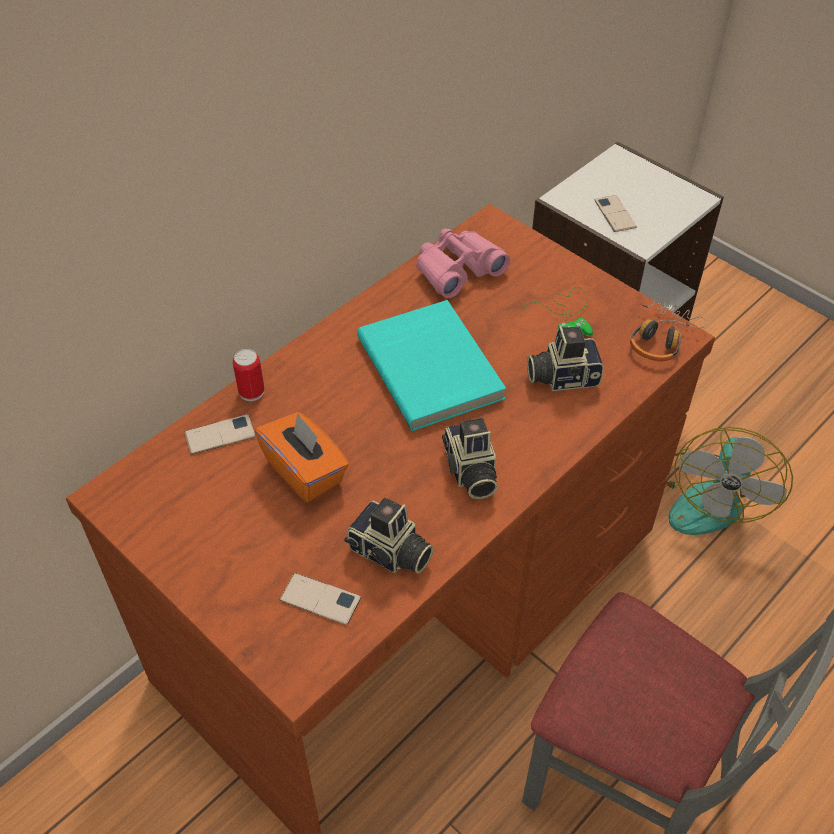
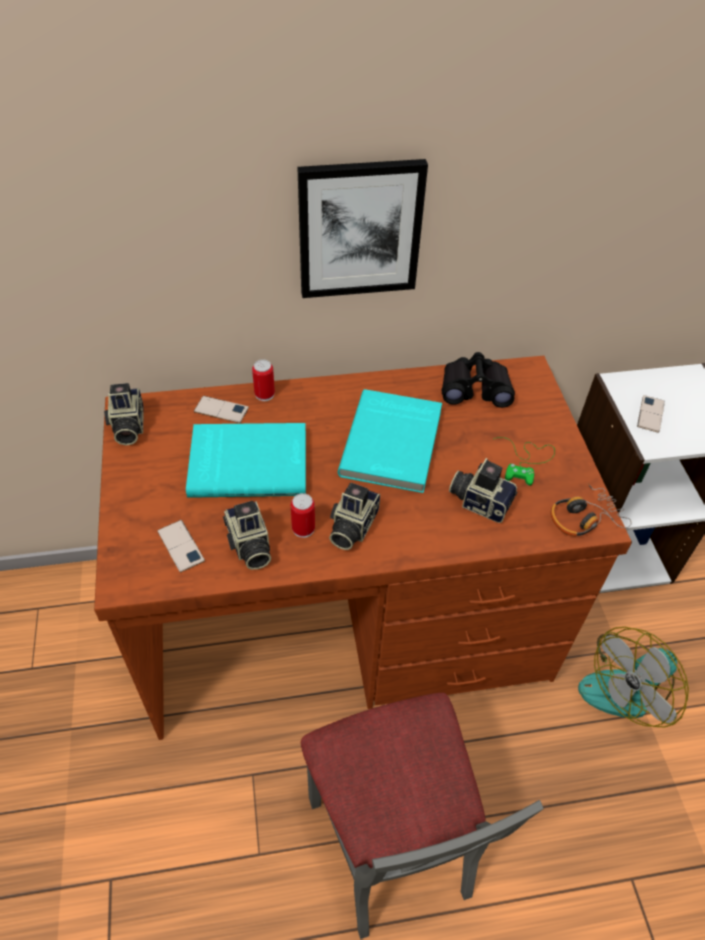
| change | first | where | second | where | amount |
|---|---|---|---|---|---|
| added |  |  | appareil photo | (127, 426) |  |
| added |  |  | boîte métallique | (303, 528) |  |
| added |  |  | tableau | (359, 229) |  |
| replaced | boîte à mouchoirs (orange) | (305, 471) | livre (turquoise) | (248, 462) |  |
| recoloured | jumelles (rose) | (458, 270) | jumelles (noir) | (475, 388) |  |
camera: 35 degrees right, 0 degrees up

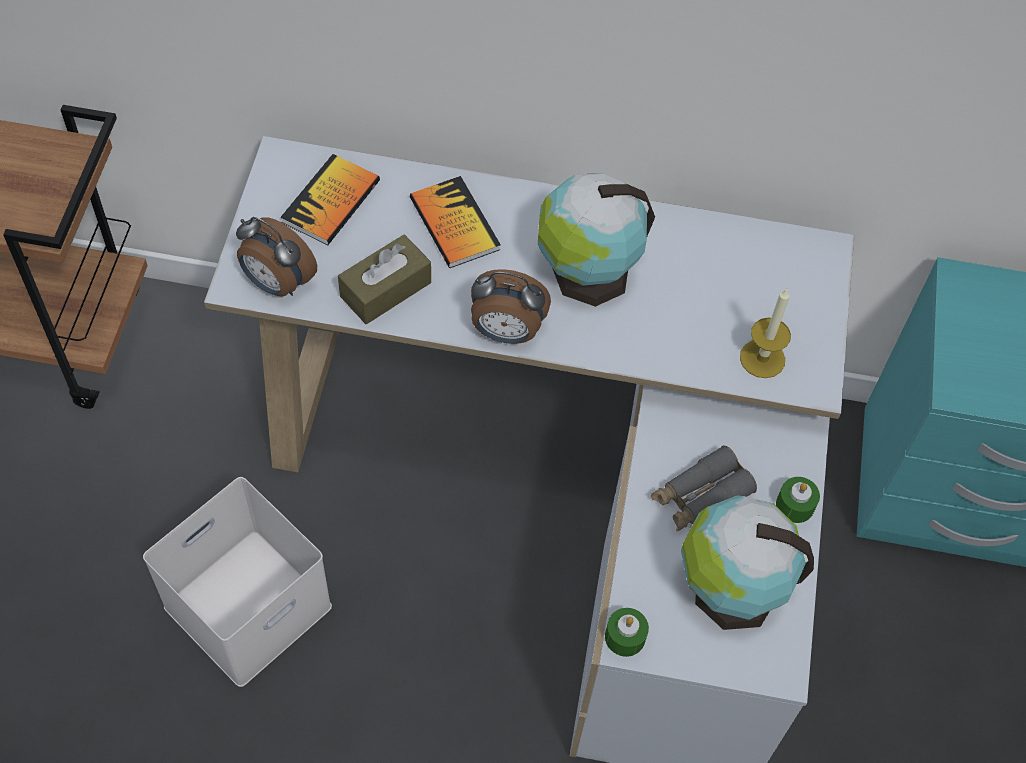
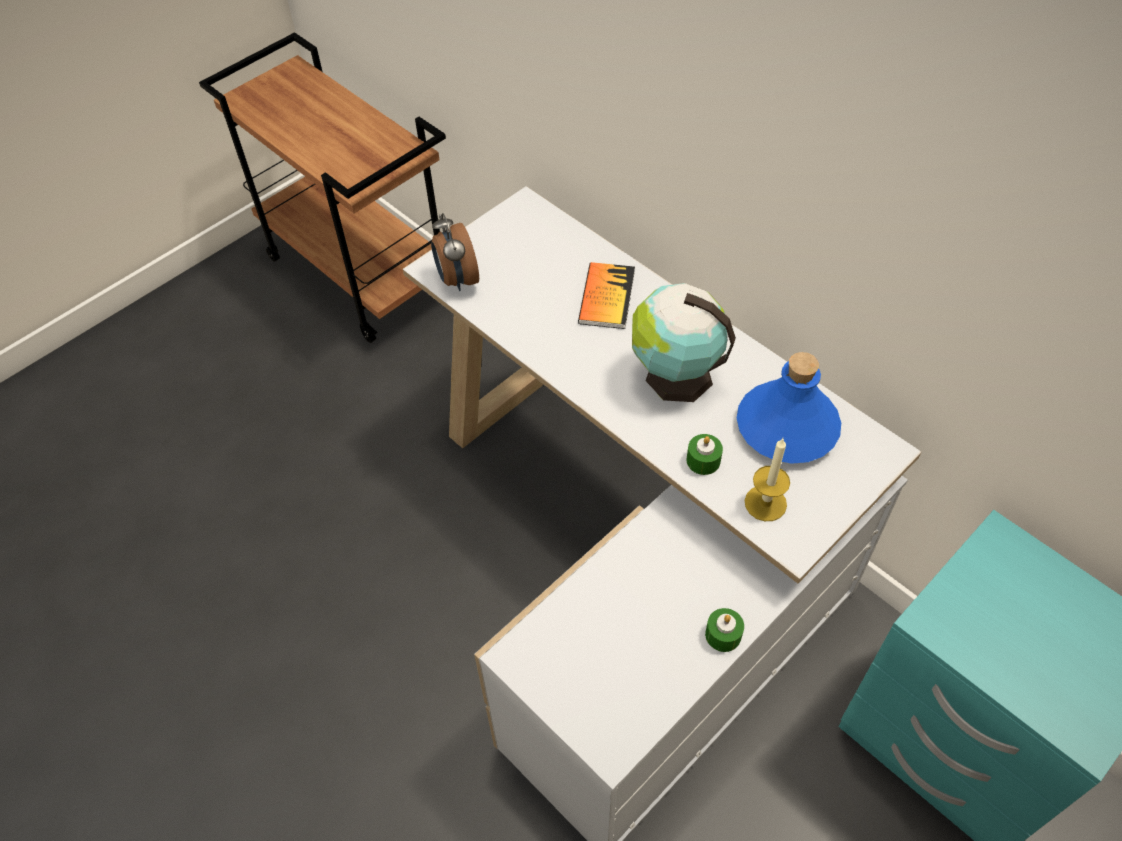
| change | first | where | second | where | amount |
|---|---|---|---|---|---|
| removed | boîte de rangement (blanc) | (248, 603) |  |  |  |
| removed | livre | (331, 201) |  |  |  |
| removed | boîte à mouchoirs (marron) | (385, 289) |  |  |  |
| removed | réveil | (506, 332) |  |  |  |
| removed | jumelles (gris) | (700, 496) |  |  |  |
| removed | globe | (729, 591) |  |  |  |
| added |  |  | bouteille (bleu) | (786, 426) |  |
| moved | bougie (vert) | (625, 637) |  | (703, 460) |  |
camera: 40 degrees right, 5 degrees down

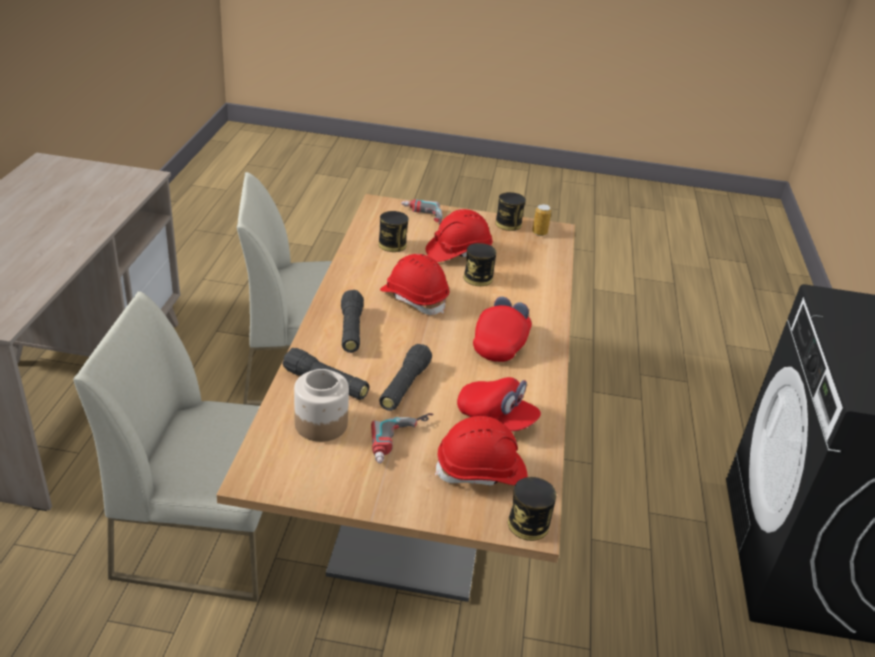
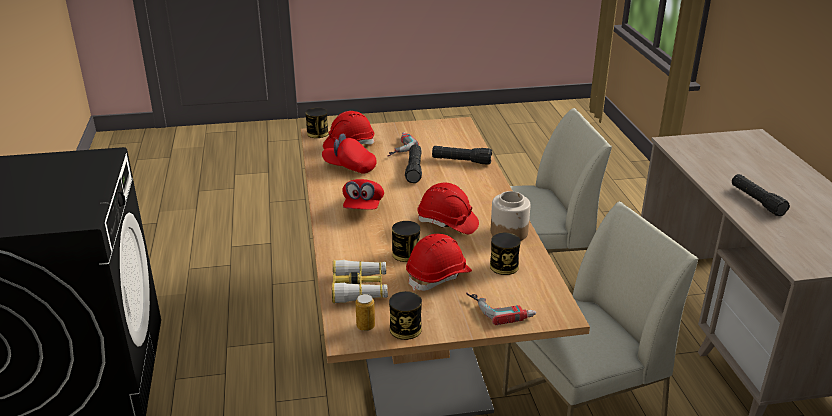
| change | first | where | second | where | amount |
|---|---|---|---|---|---|
| added |  |  | jumelles | (360, 288) |  |
| moved | bocal | (320, 424) |  | (509, 232) |  |
| moved | lampe de poche (noir) | (351, 330) |  | (757, 201) |  |
camera: 165 degrees right, 5 degrees down

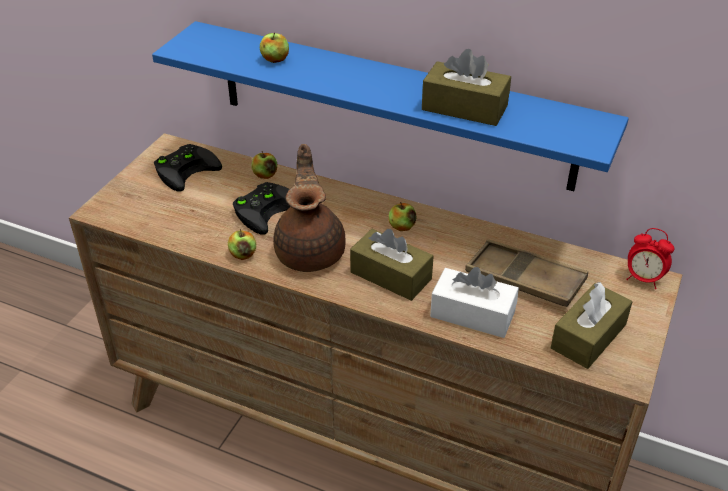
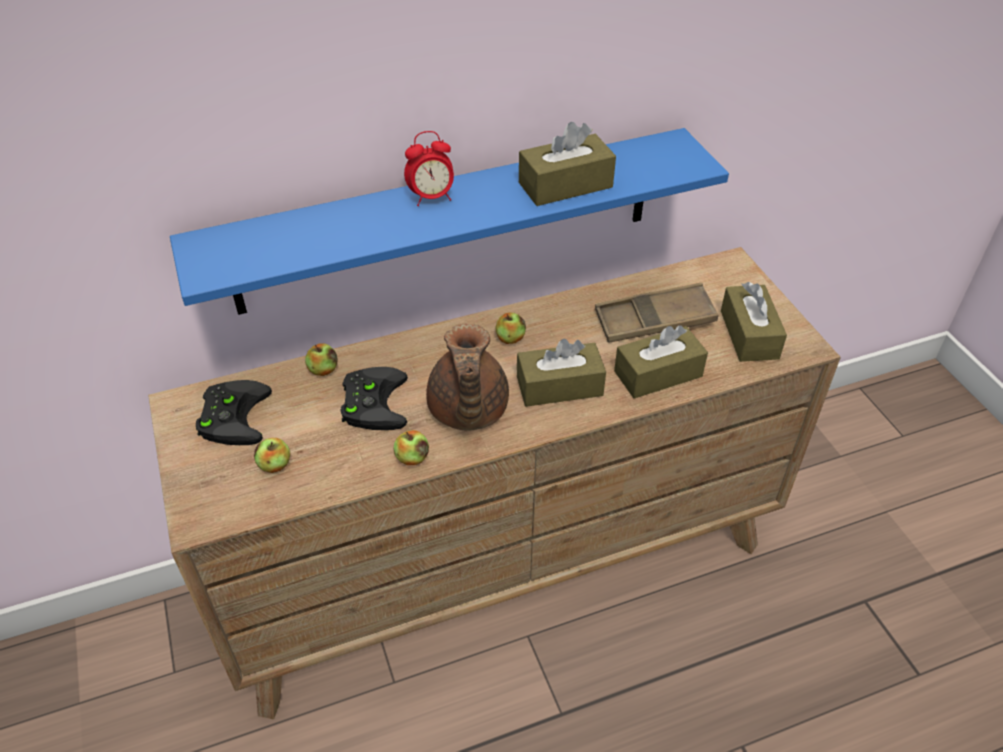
| change | first | where | second | where | amount |
|---|---|---|---|---|---|
| moved | pomme | (275, 59) |  | (275, 465) |  |
| moved | réveil | (643, 279) |  | (431, 198) |  |
| recoloured | boîte à mouchoirs (blanc) | (472, 314) | boîte à mouchoirs (marron) | (658, 374) |  |
| turned | théière (marron) | (311, 251) |  | (467, 411) | 135 degrees counterclockwise |
camera: 45 degrees left, 5 degrees up

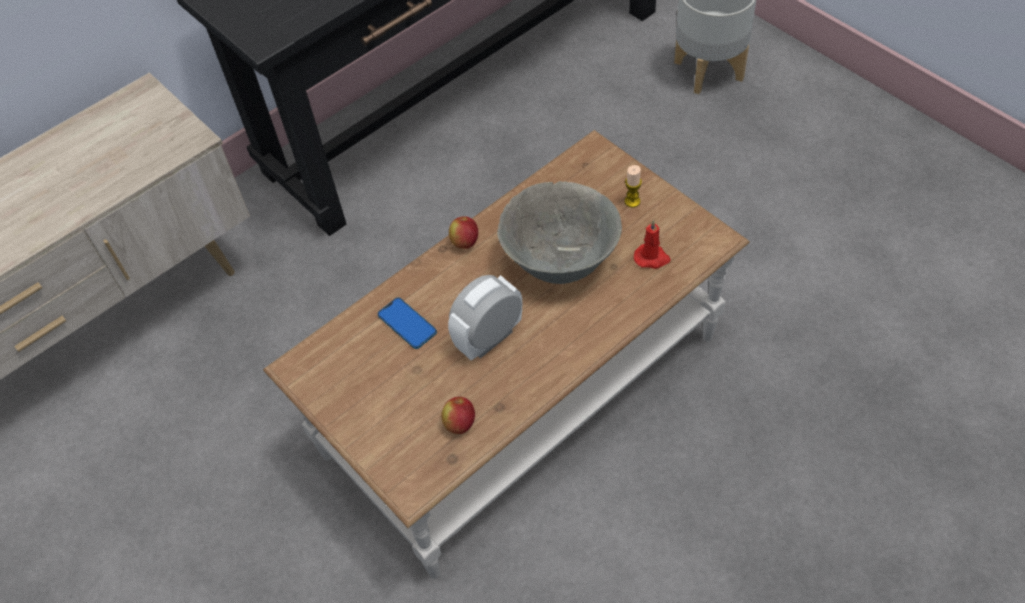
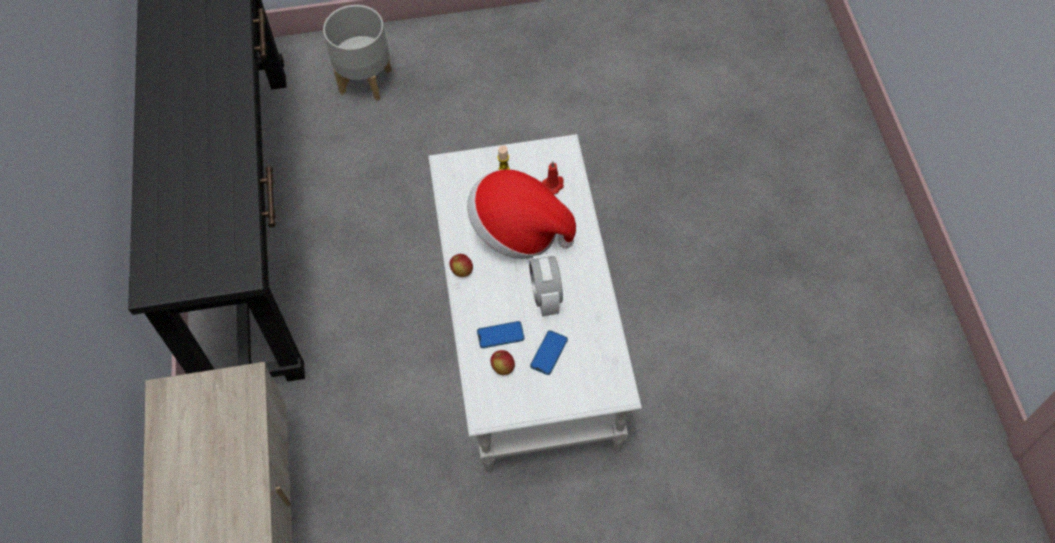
| change | first | where | second | where | amount |
|---|---|---|---|---|---|
| added |  |  | téléphone | (549, 353) |  |
| moved | pomme | (460, 423) |  | (503, 368) |  |
| replaced | bol (gris) | (560, 261) | chapeau | (518, 230) |  |
| recoloured | table basse (marron) | (522, 395) | table basse (blanc) | (530, 332) |  |
camera: 60 degrees left, 5 degrees up

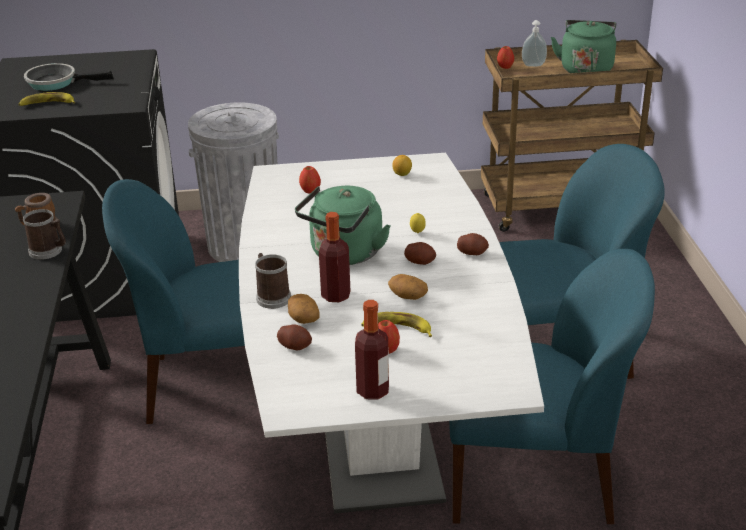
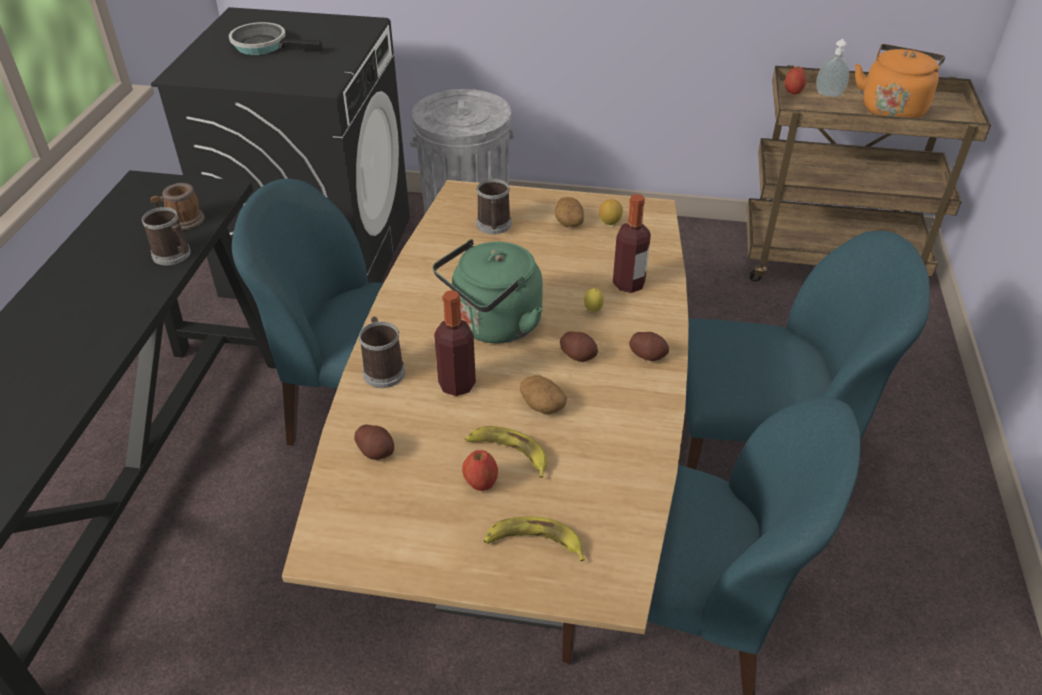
| change | first | where | second | where | amount |
|---|---|---|---|---|---|
| moved | banane | (47, 104) |  | (533, 543) |  |
| moved | pomme de terre | (303, 318) |  | (568, 221) |  |
| moved | bouteille | (373, 390) |  | (628, 284) |  |
| replaced | pomme | (310, 191) | mug | (494, 226) |  |
| recoloured | table à manger (blanc) | (377, 433) | table à manger (marron) | (521, 515) |  |
| recoloured | bouilloire (vert) | (585, 69) | bouilloire (orange) | (892, 109) |  |
camera: 15 degrees right, 10 degrees up

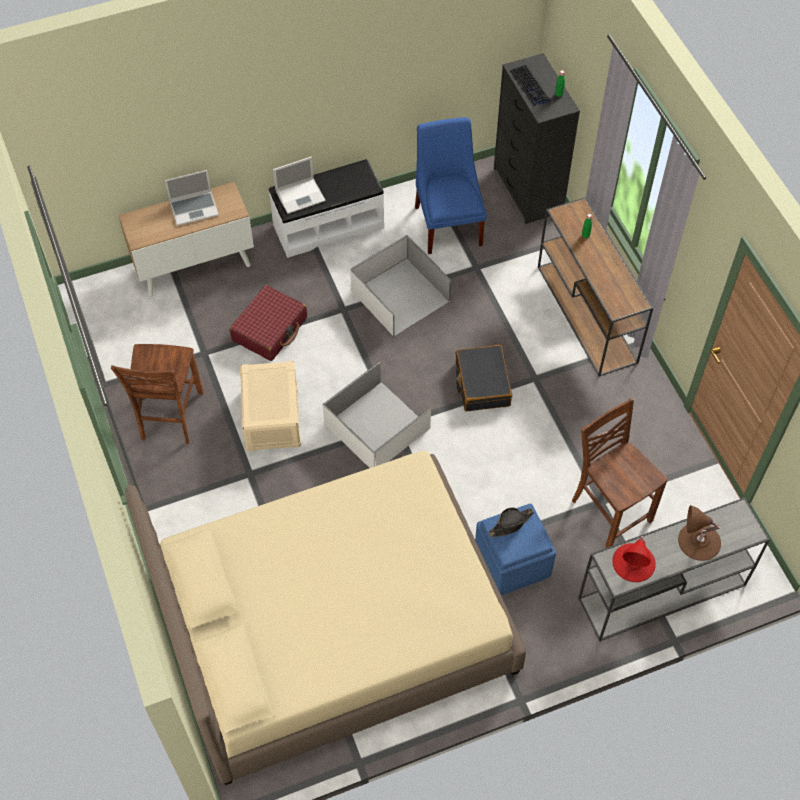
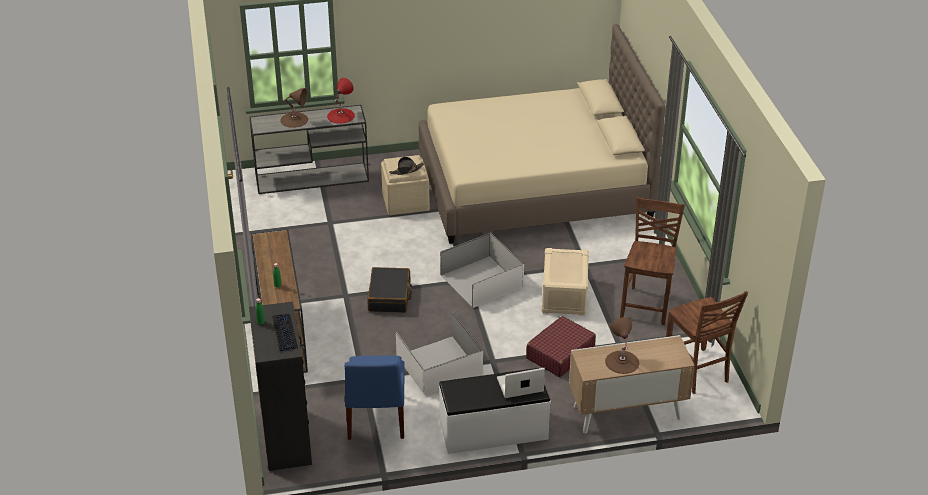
| change | first | where | second | where | amount |
|---|---|---|---|---|---|
| moved | chaise (marron) | (609, 510) |  | (697, 372) |  |
| replaced | ordinateur portable | (194, 208) | lampe de table (marron) | (622, 362) |  |
| recoloured | pouf (bleu) | (511, 561) | pouf (beige) | (406, 202) |  |
camera: 170 degrees left, 20 degrees down

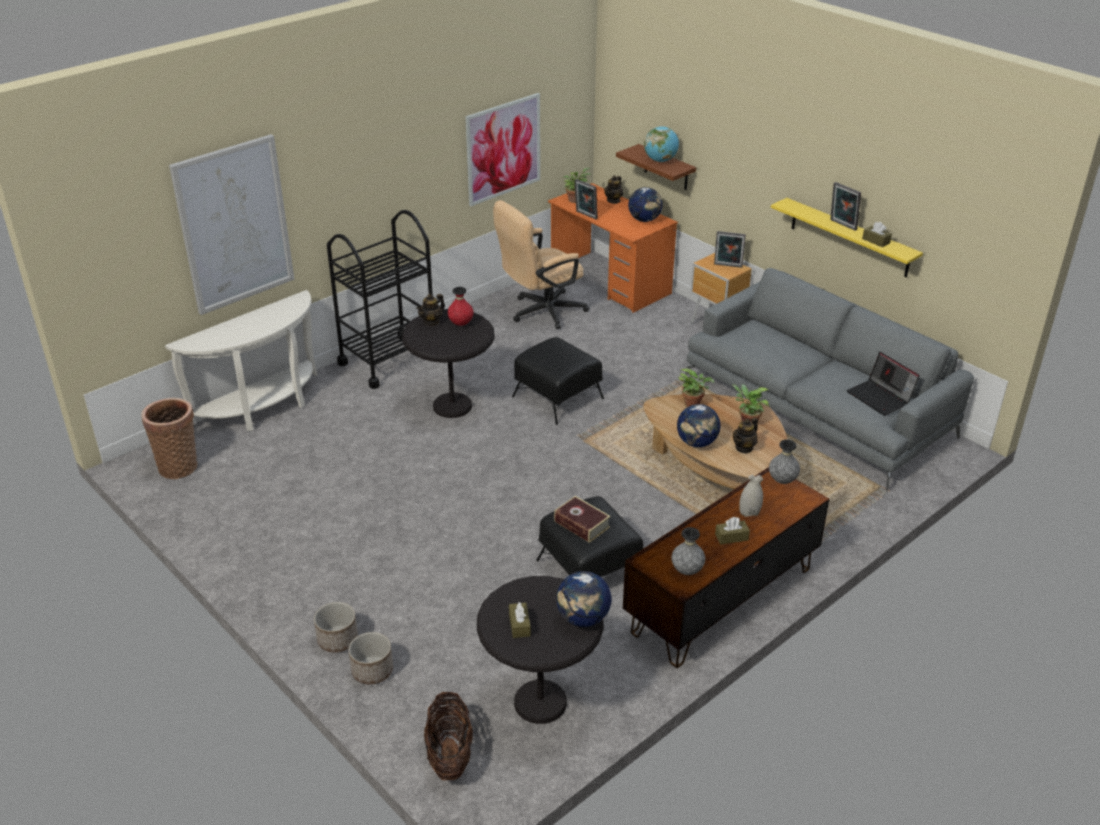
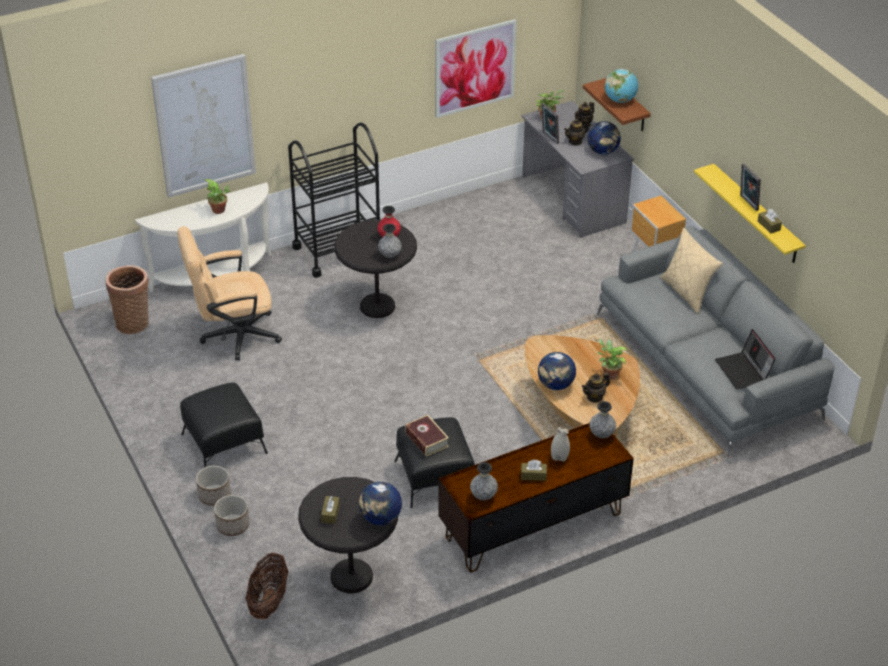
| change | first | where | second | where | amount |
|---|---|---|---|---|---|
| removed | cadre photo | (728, 266) |  |  |  |
| added |  |  | vase (gris) | (390, 255) |  |
| added |  |  | coussin (beige) | (687, 292) |  |
| moved | théière | (431, 322) |  | (575, 141) |  |
| moved | chaise de bureau (beige) | (541, 312) |  | (232, 336) |  |
| moved | pouf (noir) | (557, 397) |  | (224, 443) |  |
| moved | plante en pot | (694, 404) |  | (220, 211) |  |
| recoloured | bureau (orange) | (610, 282) | bureau (gris) | (573, 200) |  |
camera: 15 degrees right, 5 degrees up

